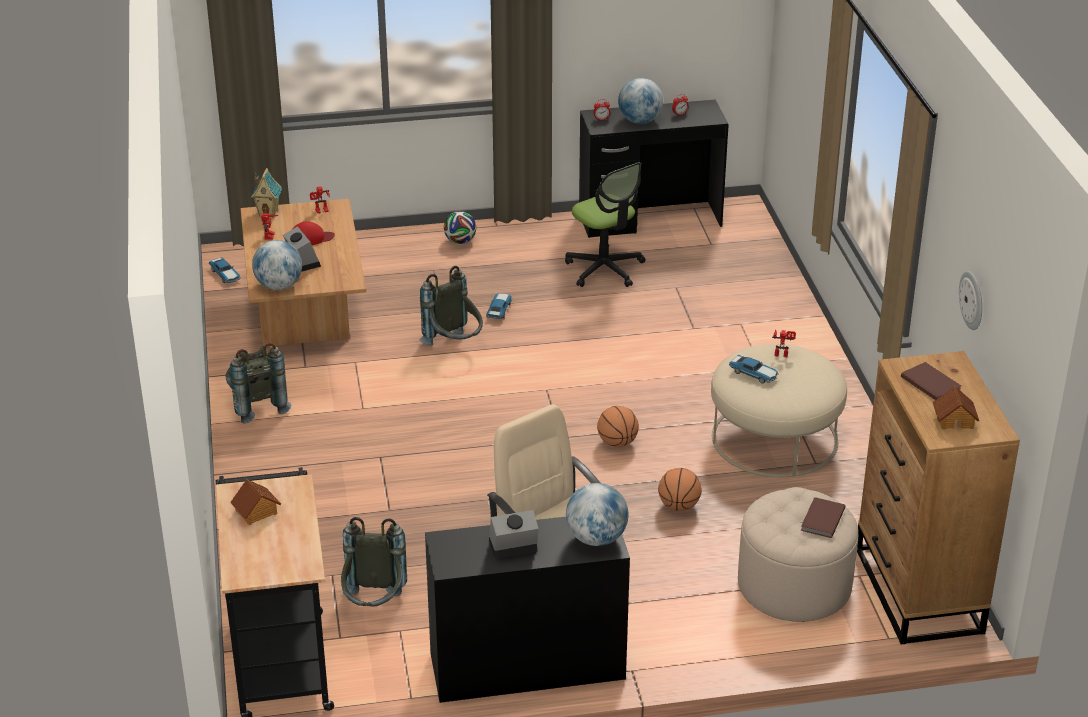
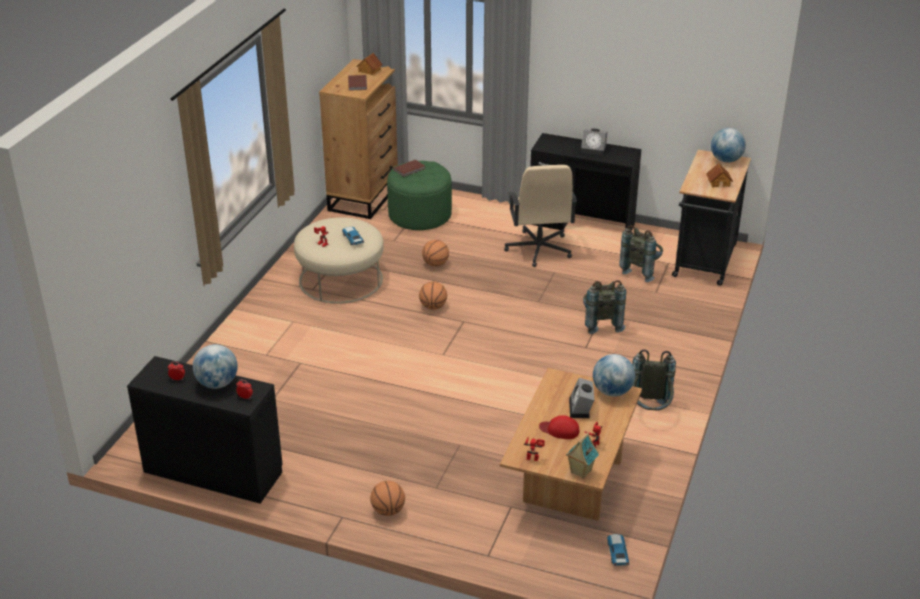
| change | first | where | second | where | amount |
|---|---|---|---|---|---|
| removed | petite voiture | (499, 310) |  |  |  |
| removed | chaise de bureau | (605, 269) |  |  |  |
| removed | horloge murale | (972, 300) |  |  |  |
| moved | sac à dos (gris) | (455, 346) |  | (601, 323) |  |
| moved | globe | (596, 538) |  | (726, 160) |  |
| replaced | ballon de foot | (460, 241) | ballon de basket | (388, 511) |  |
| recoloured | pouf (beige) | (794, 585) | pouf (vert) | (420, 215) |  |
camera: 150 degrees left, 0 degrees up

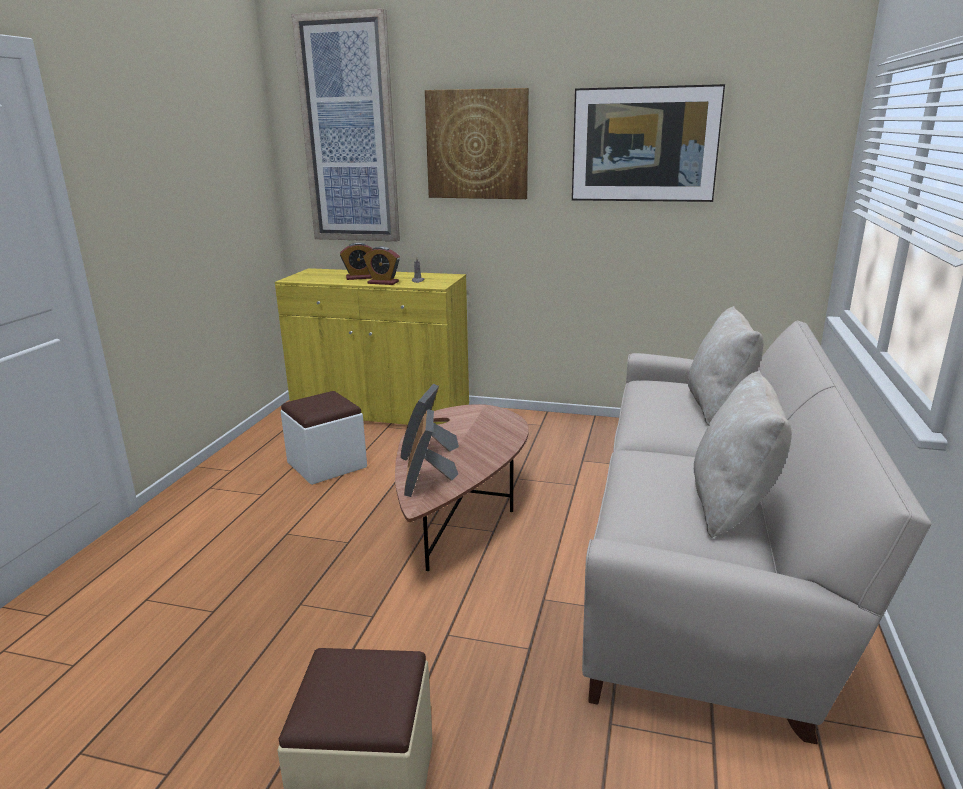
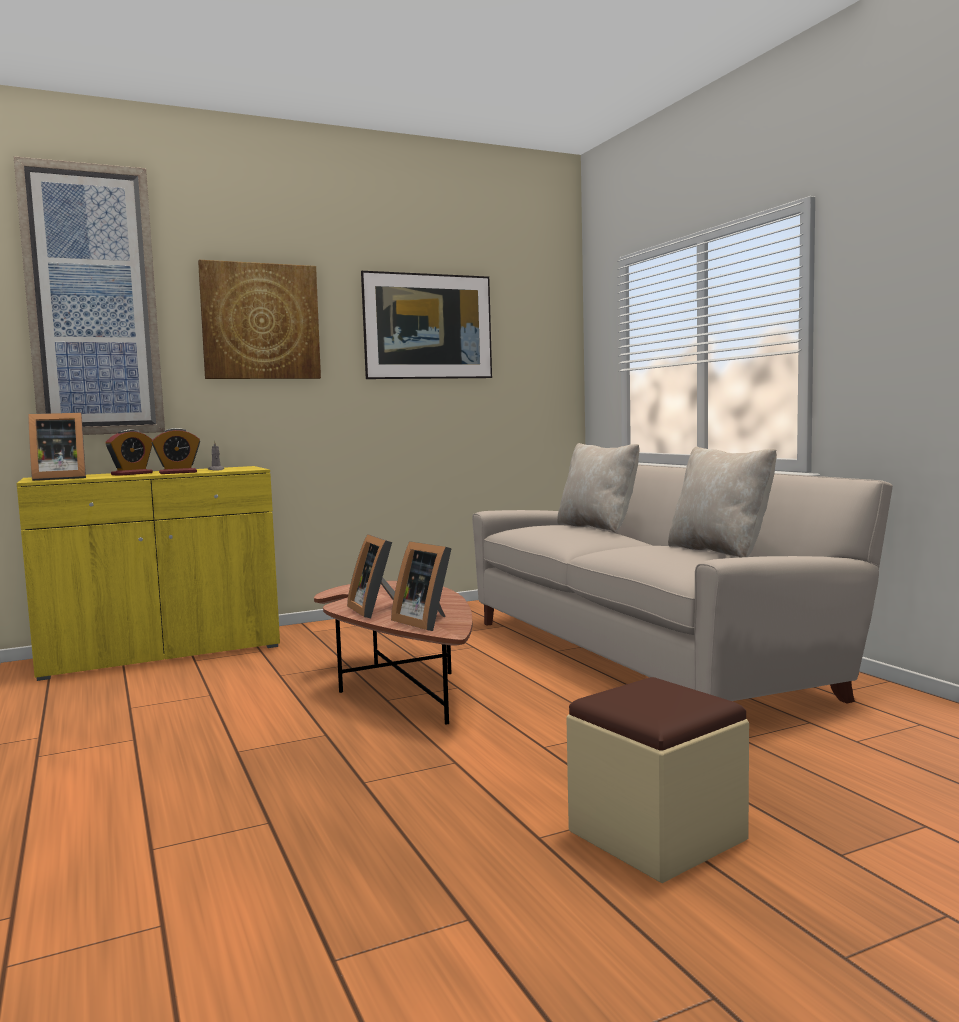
| change | first | where | second | where | amount |
|---|---|---|---|---|---|
| removed | pouf (blanc) | (327, 465) |  |  |  |
| added |  |  | cadre photo | (58, 478) |  |
camera: 40 degrees left, 15 degrees down

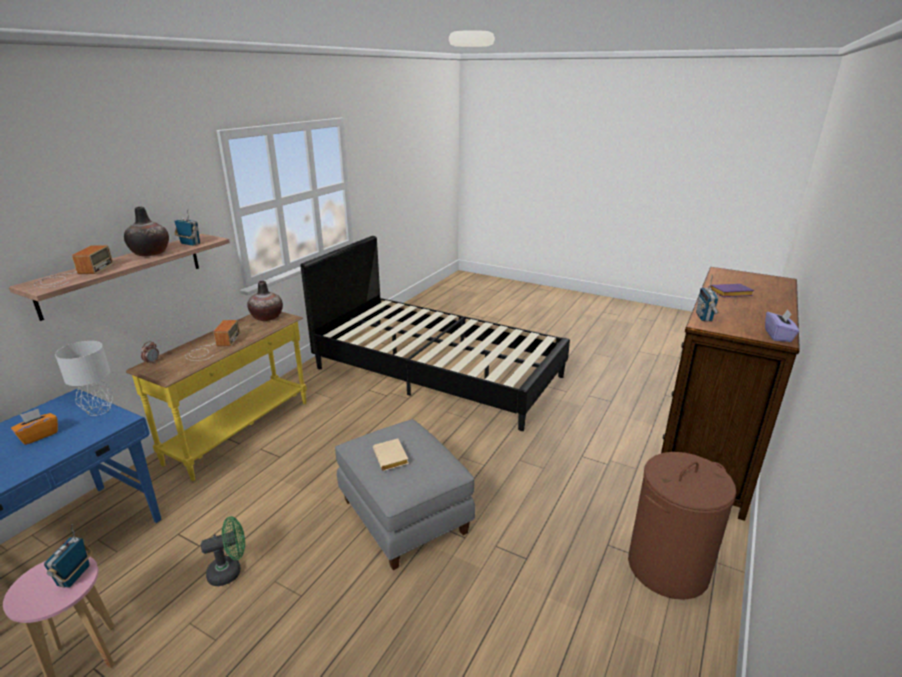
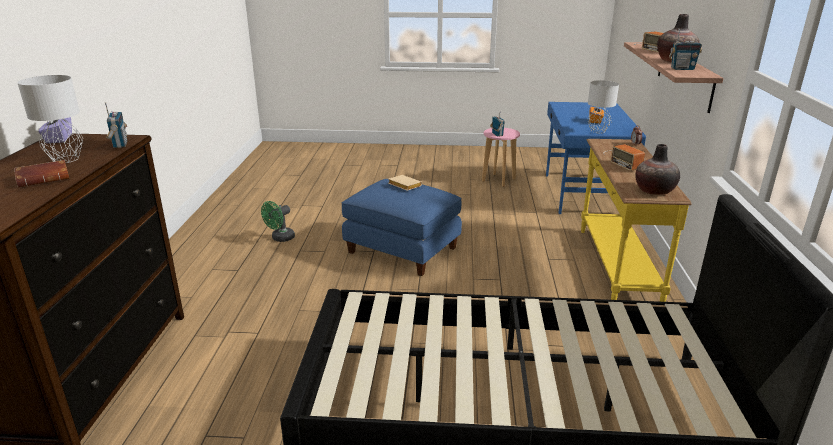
| change | first | where | second | where | amount |
|---|---|---|---|---|---|
| removed | panier à linge (marron) | (667, 567) |  |  |  |
| added |  |  | lampe de table (gris) | (67, 159) |  |
| moved | ventilateur (vert) | (230, 571) |  | (280, 238) |  |
| recoloured | pouf (gris) | (403, 516) | pouf (bleu) | (403, 250) |  |
| recoloured | livre (violet) | (730, 294) | livre (marron) | (45, 178) |  |
camera: 155 degrees right, 0 degrees up

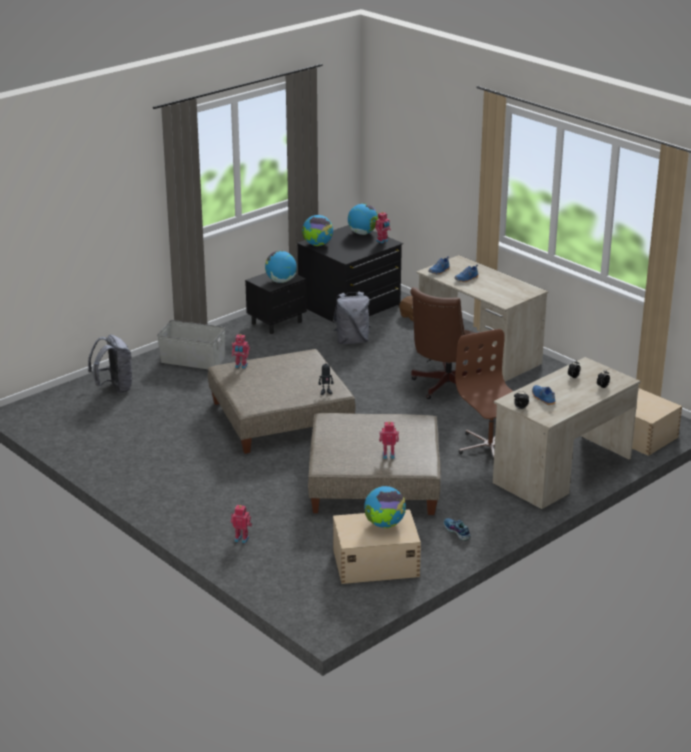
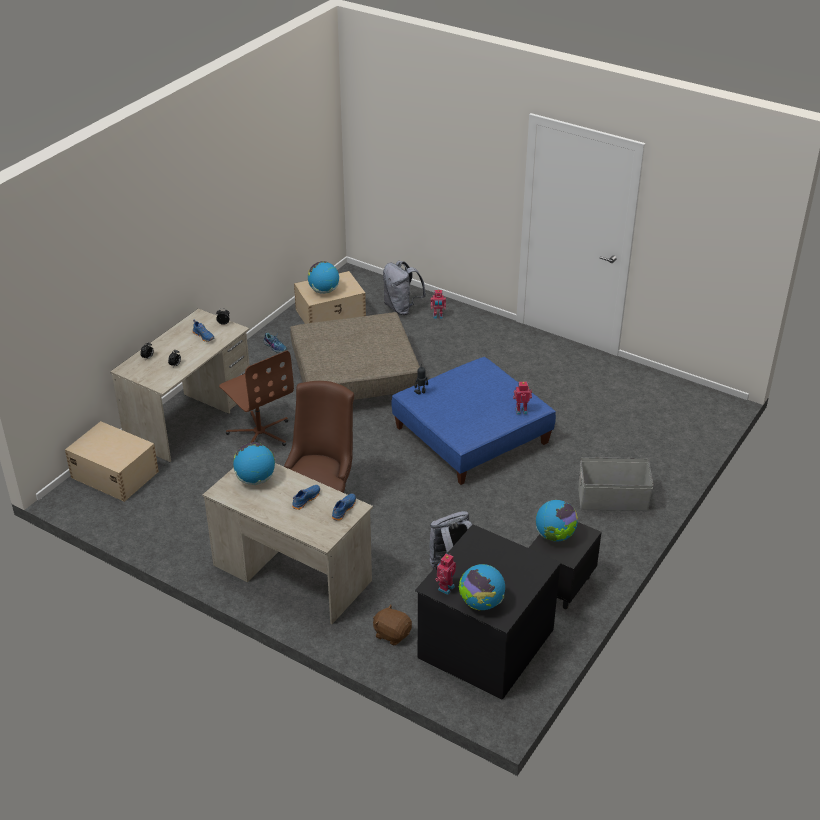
| change | first | where | second | where | amount |
|---|---|---|---|---|---|
| removed | robot jouet | (388, 455) |  |  |  |
| moved | sac à dos (gris) | (114, 388) |  | (401, 308) |  |
| moved | globe | (317, 245) |  | (255, 479) |  |
| recoloured | pouf (beige) | (280, 418) | pouf (bleu) | (472, 435) |  |
camera: 165 degrees right, 10 degrees up

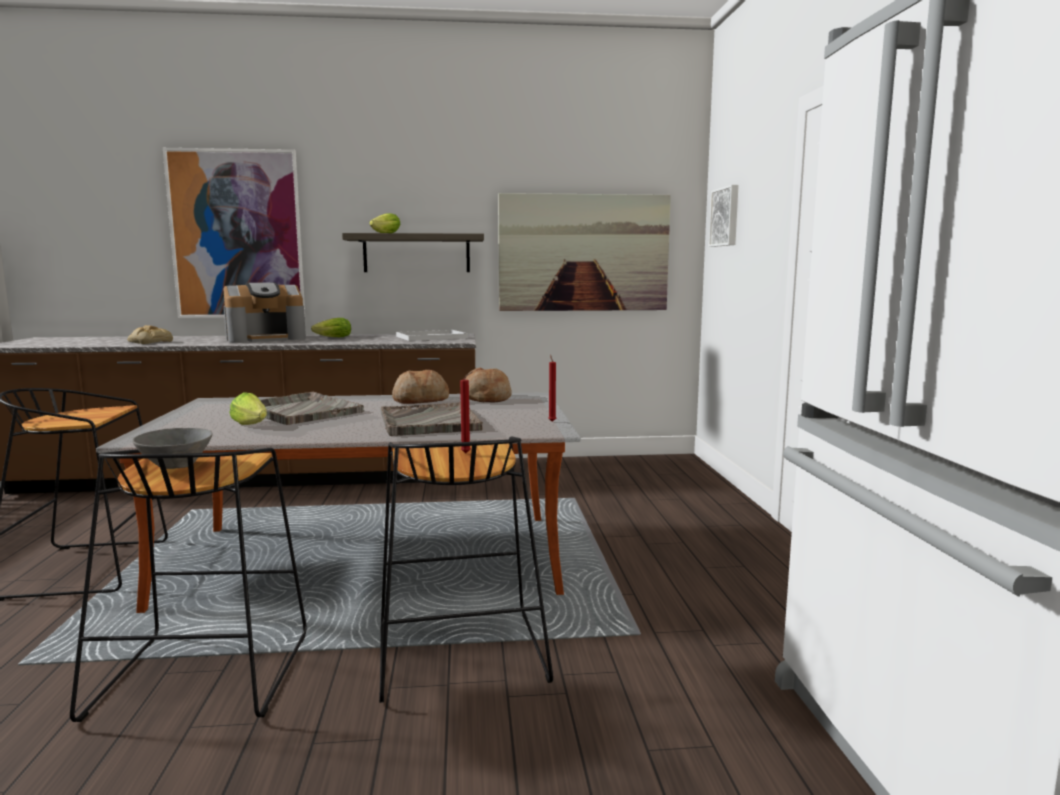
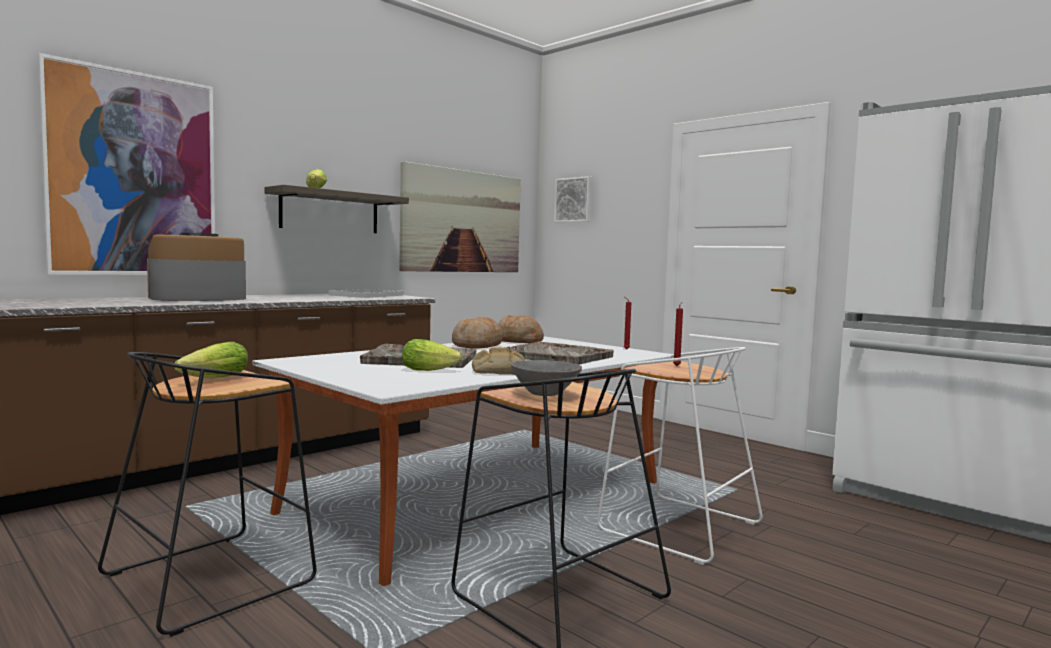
| change | first | where | second | where | amount |
|---|---|---|---|---|---|
| moved | pain | (149, 342) |  | (498, 371) |  |
| moved | laitue | (331, 337) |  | (211, 379) |  |
| recoloured | tabouret (noir) | (457, 652) | tabouret (blanc) | (676, 527) |  |
| turned | machine à café | (266, 338) |  | (197, 298) | 150 degrees counterclockwise |
camera: 40 degrees left, 5 degrees down

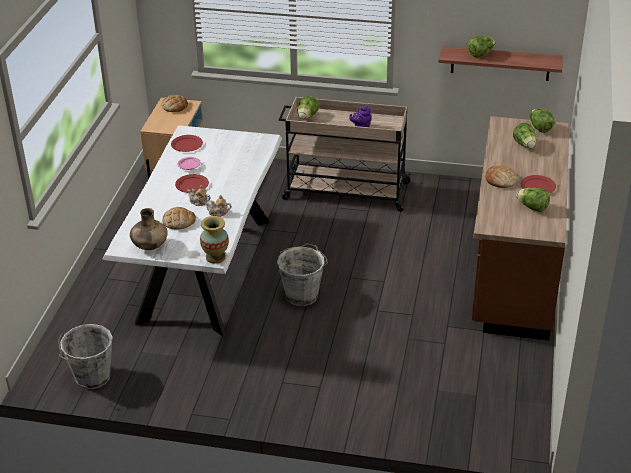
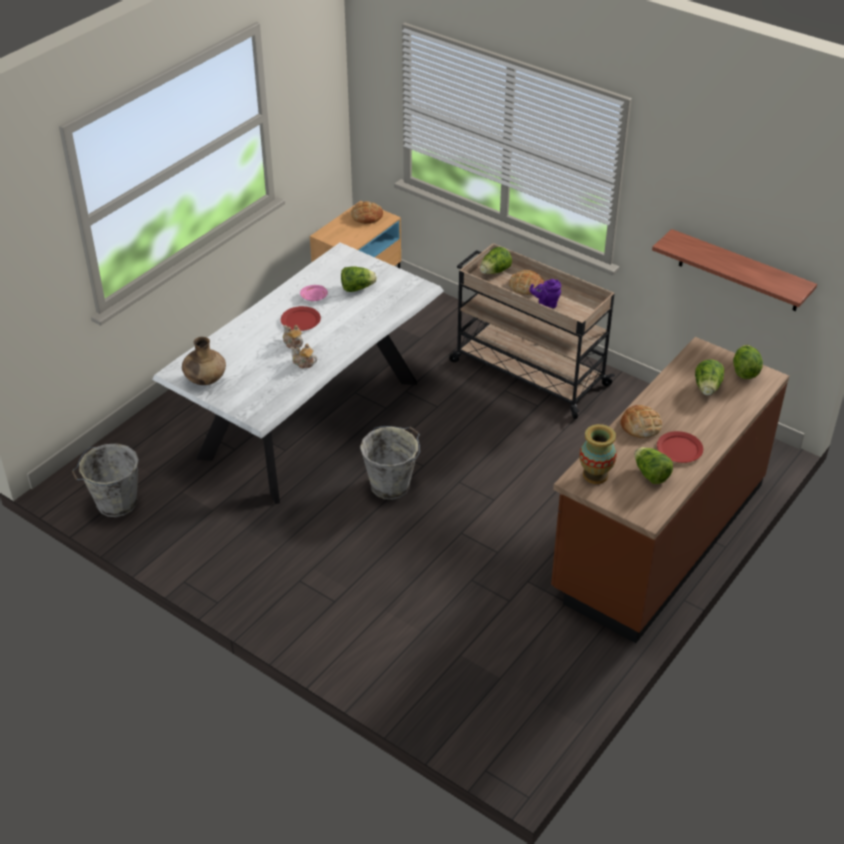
| change | first | where | second | where | amount |
|---|---|---|---|---|---|
| removed | assiette (rouge) | (187, 145) |  |  |  |
| moved | pain | (179, 221) |  | (526, 286) |  |
| moved | vase | (215, 257) |  | (595, 475) |  |
| moved | laitue | (480, 54) |  | (357, 288) |  |
camera: 25 degrees right, 5 degrees up

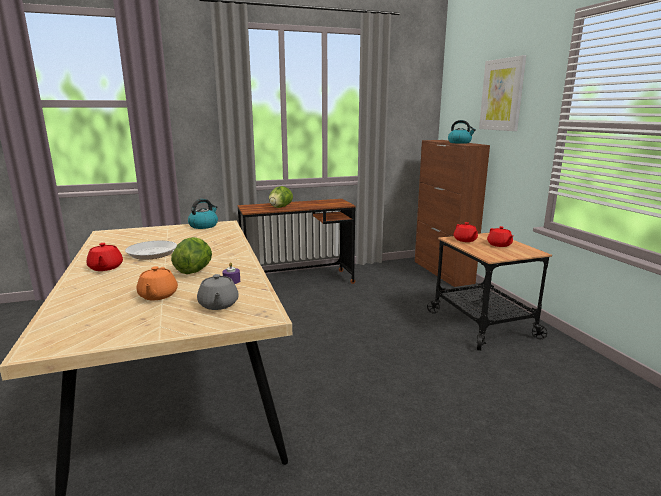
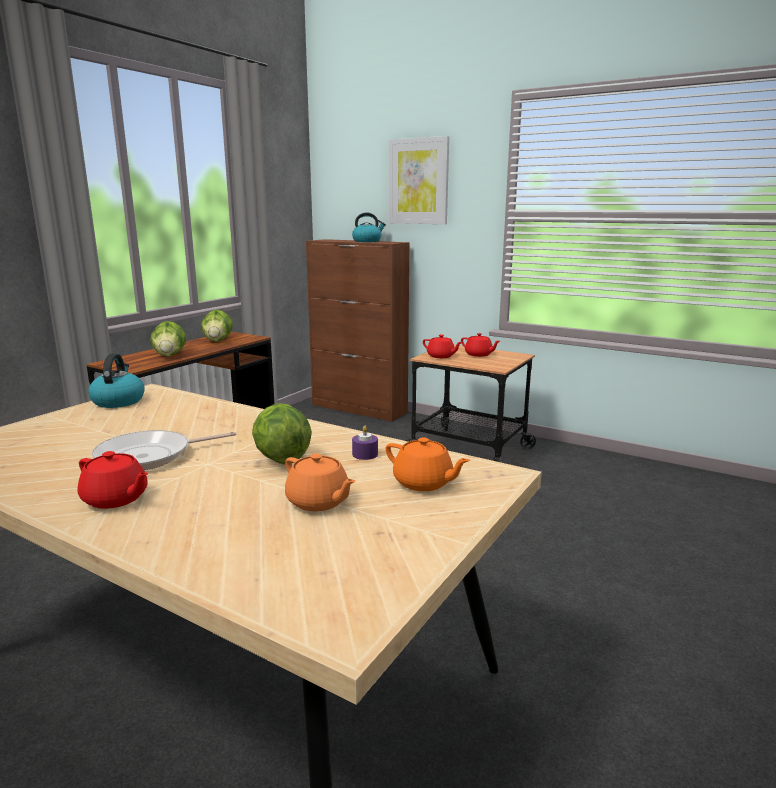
| change | first | where | second | where | amount |
|---|---|---|---|---|---|
| added |  |  | laitue | (218, 341) |  |
| recoloured | théière (gris) | (218, 305) | théière (orange) | (424, 483) |  |
camera: 40 degrees left, 0 degrees up

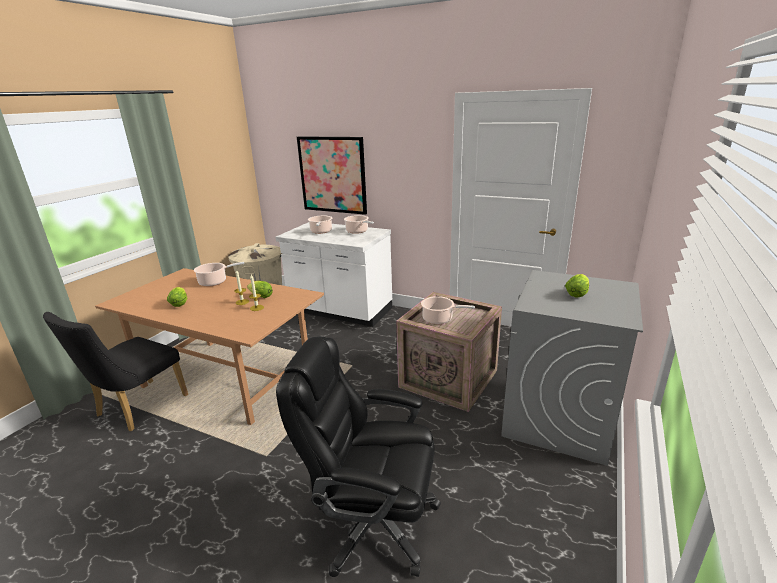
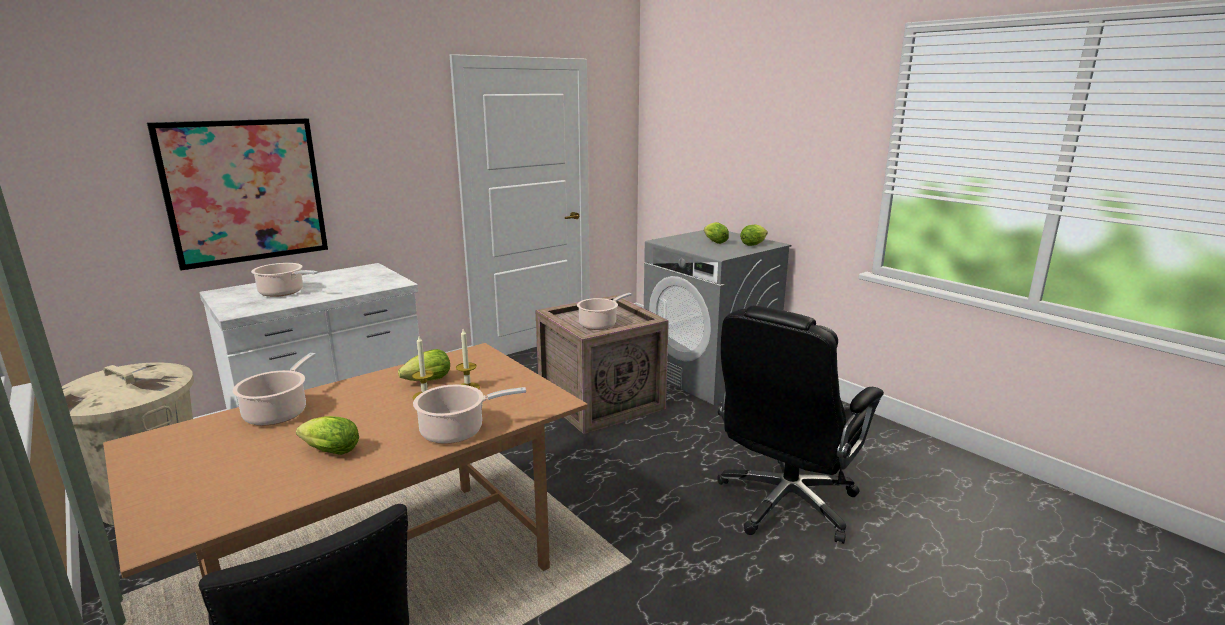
| change | first | where | second | where | amount |
|---|---|---|---|---|---|
| added |  |  | laitue | (754, 244) |  |
| moved | marmite | (358, 231) |  | (457, 431) |  |
camera: 65 degrees left, 5 degrees down

